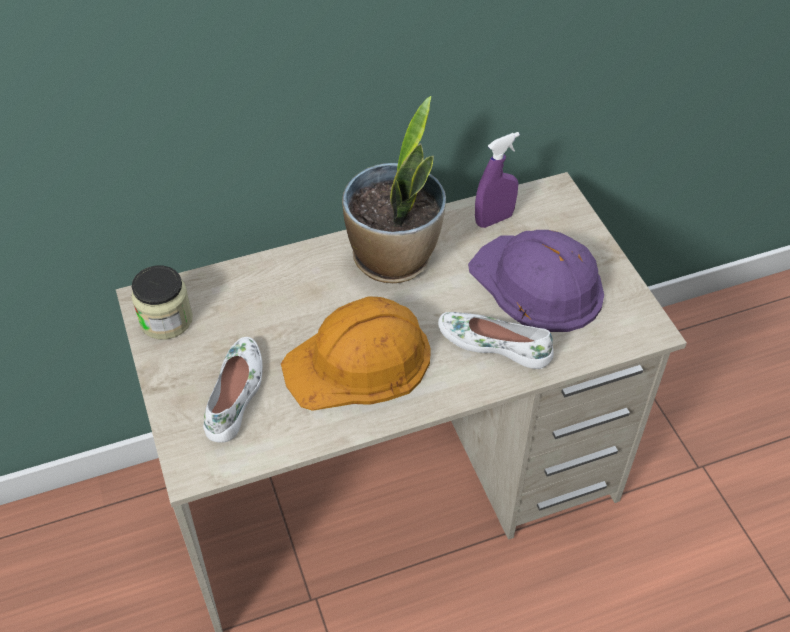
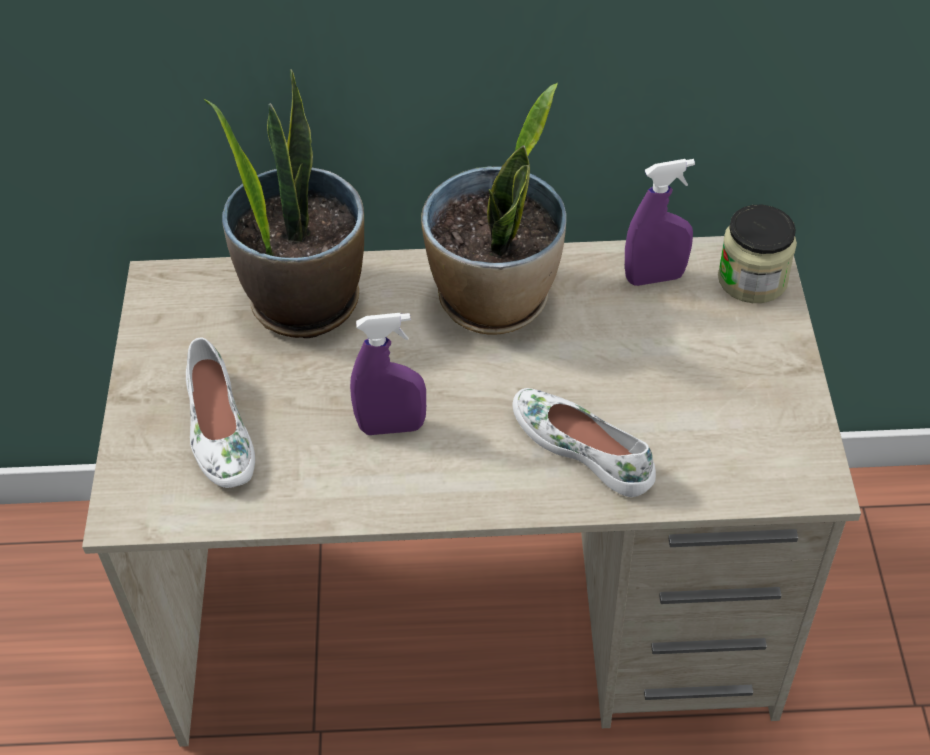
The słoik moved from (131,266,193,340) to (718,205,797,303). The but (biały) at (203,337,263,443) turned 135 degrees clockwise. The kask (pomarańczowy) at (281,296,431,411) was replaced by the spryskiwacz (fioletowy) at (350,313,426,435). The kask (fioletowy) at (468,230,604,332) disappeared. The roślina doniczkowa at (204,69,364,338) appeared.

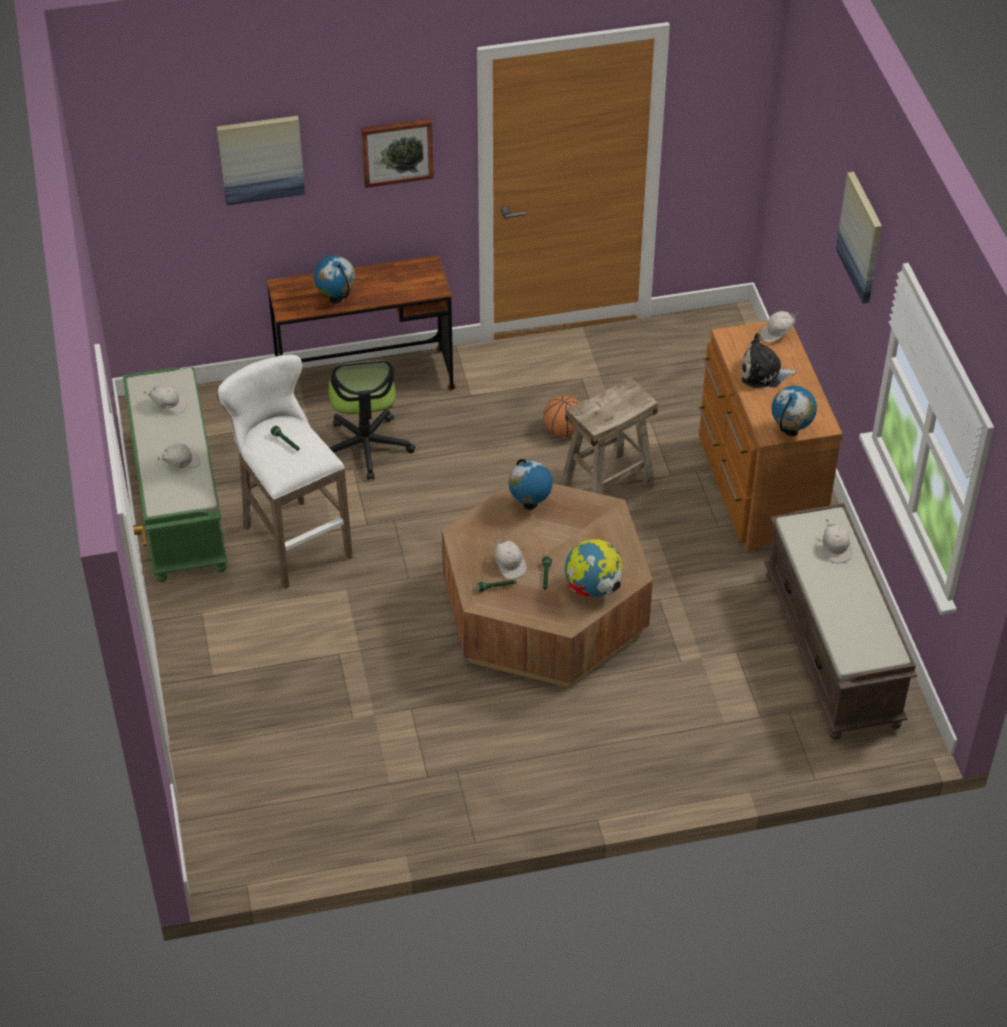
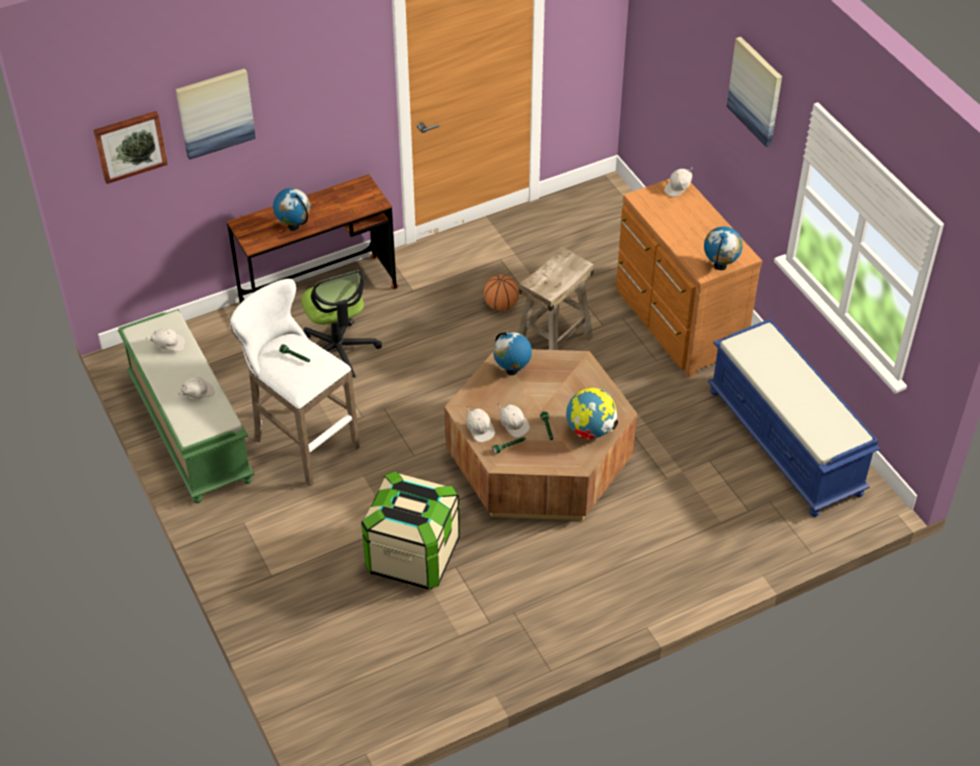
The obraz moved from (361,118,434,188) to (93,111,168,184). The pluszak at (742,333,798,388) disappeared. The ławka (brązowy) at (764,503,917,740) became the ławka (niebieski) at (708,319,880,517). The czapka z daszkiem (biały) moved from (823,519,853,563) to (466,406,495,443). The pojemnik do przechowywania at (361,471,460,590) appeared.

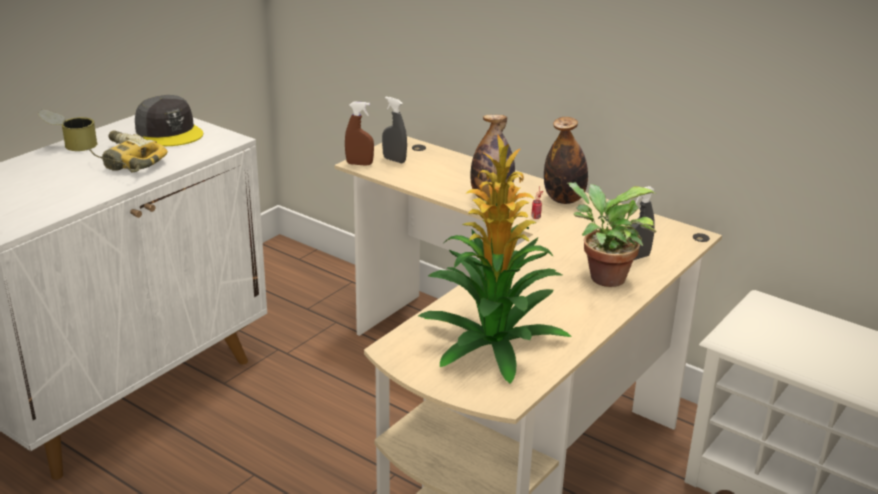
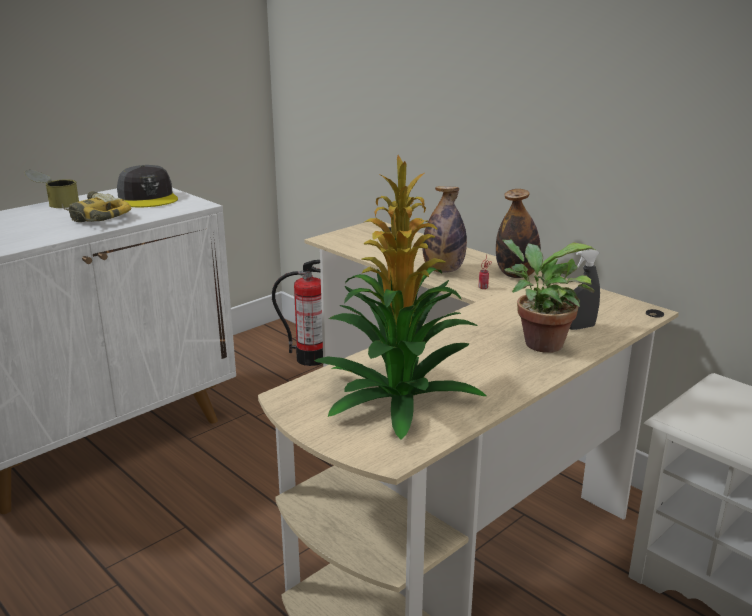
The spryskiwacz (brązowy) at (345,102,374,166) disappeared. The spryskiwacz (szary) at (382,96,407,163) disappeared. The gaśnica at (272,260,323,366) appeared.

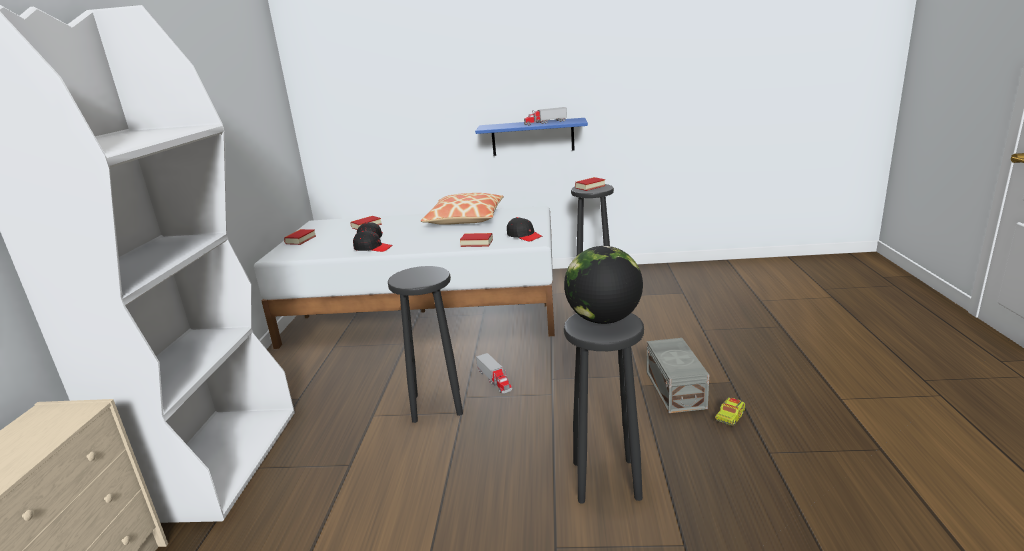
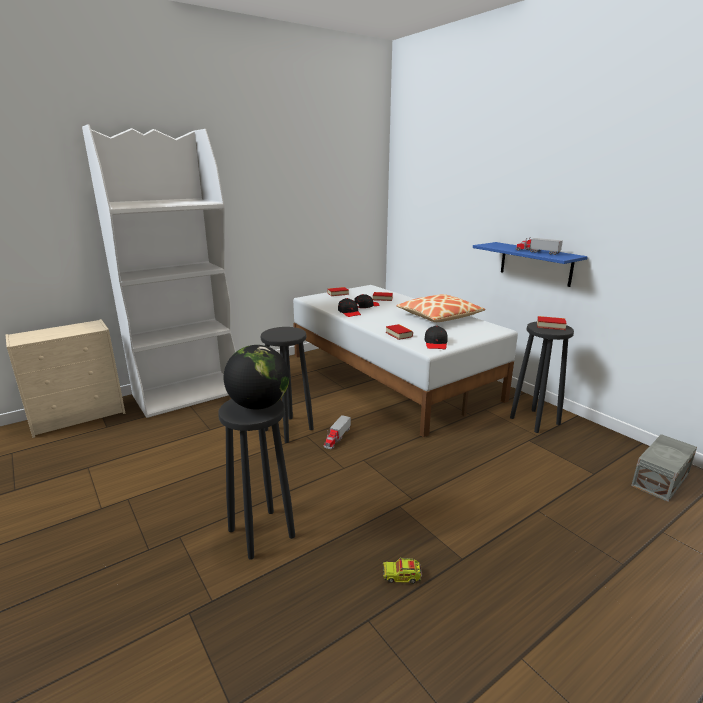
The pojemnik do przechowywania (szary) moved from (647,338,709,413) to (631,434,697,502).

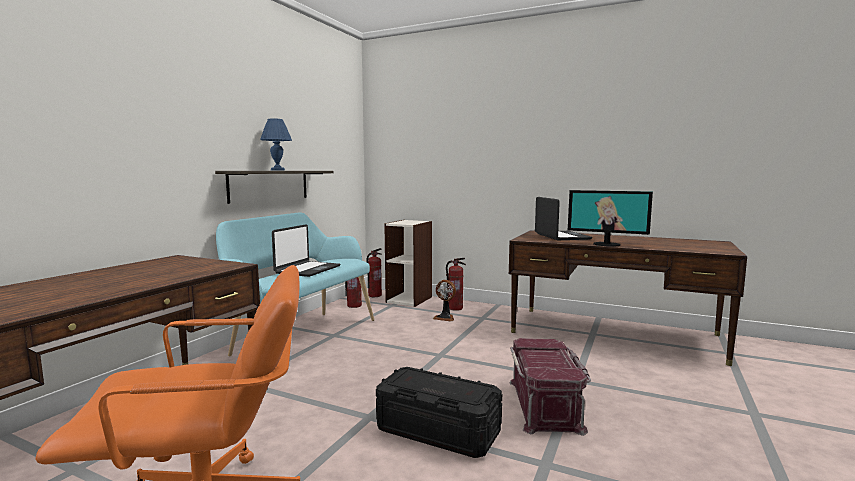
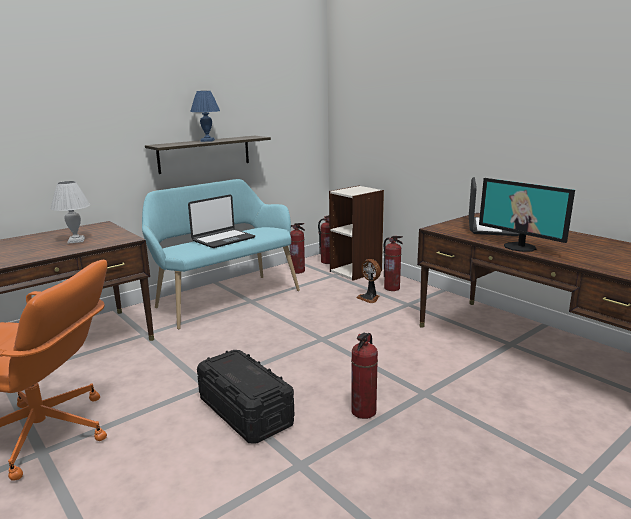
The pojemnik do przechowywania (czerwony) at (509,338,591,436) was replaced by the gaśnica at (351,333,378,419). The lampa stołowa (biały) at (51,181,90,243) appeared.

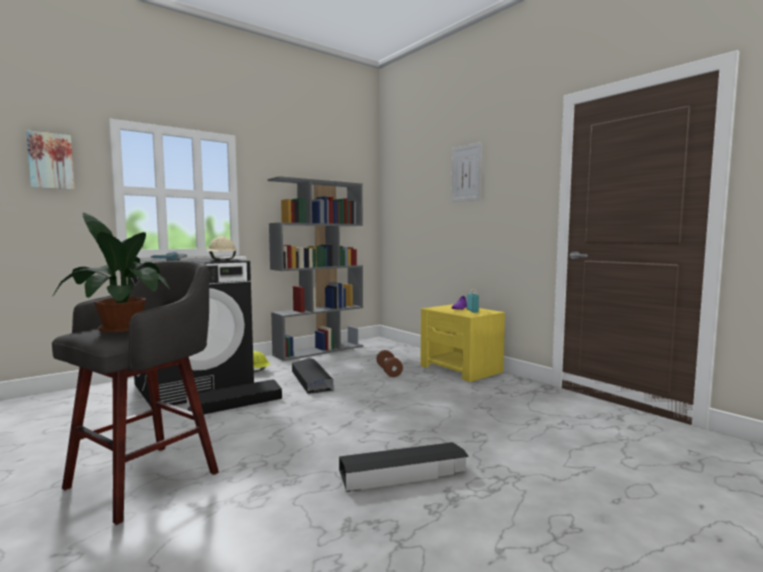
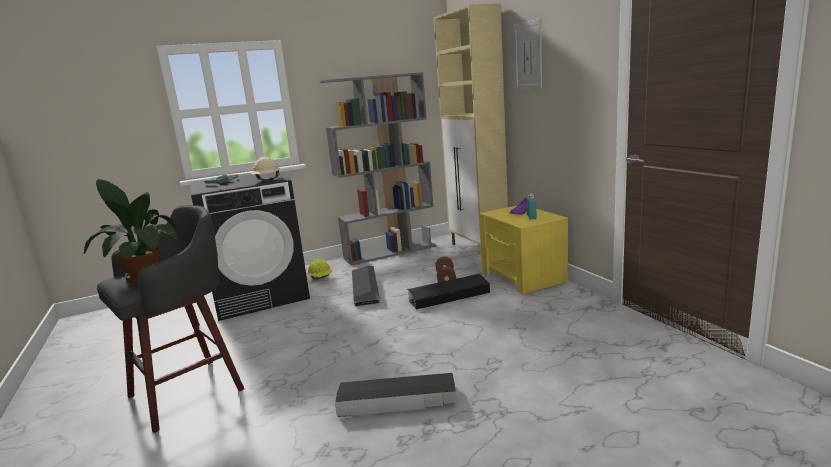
The obraz at (26,130,75,190) disappeared. The pojemnik do przechowywania (czarny) moved from (187,379,282,414) to (407,274,490,310). The szafka (beżowy) at (434,4,508,246) appeared.

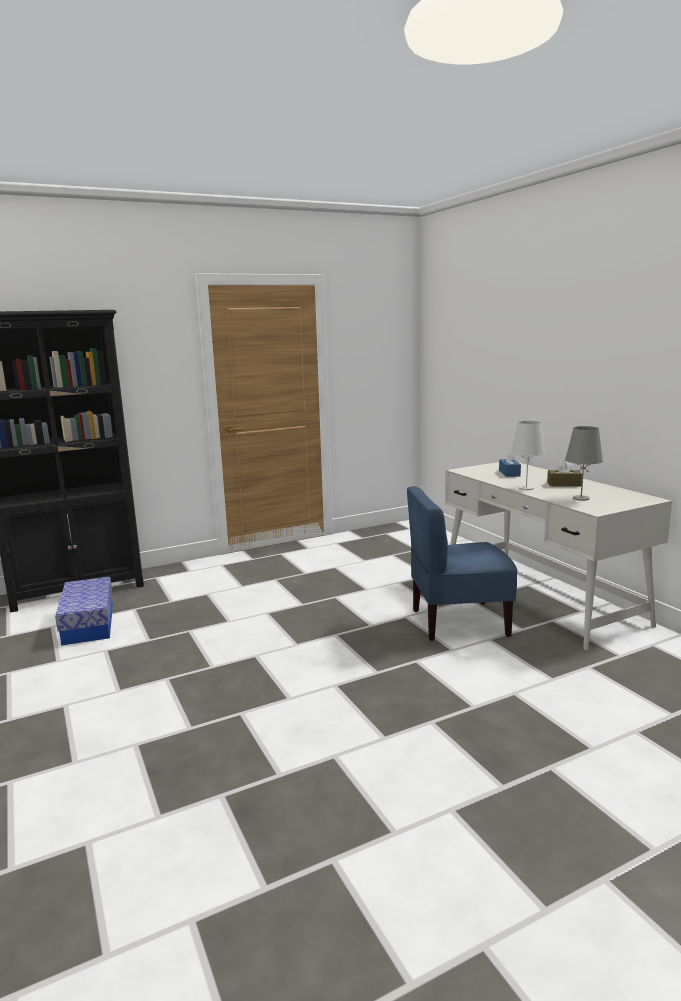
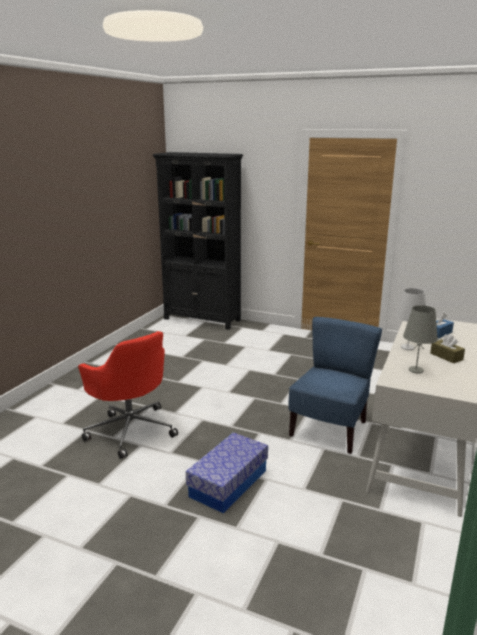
The pojemnik do przechowywania moved from (55,577,113,646) to (186,432,268,513). The krzesło (niebieski) at (407,486,518,641) turned 75 degrees clockwise. The krzesło biurowe (czerwony) at (78,331,178,459) appeared.

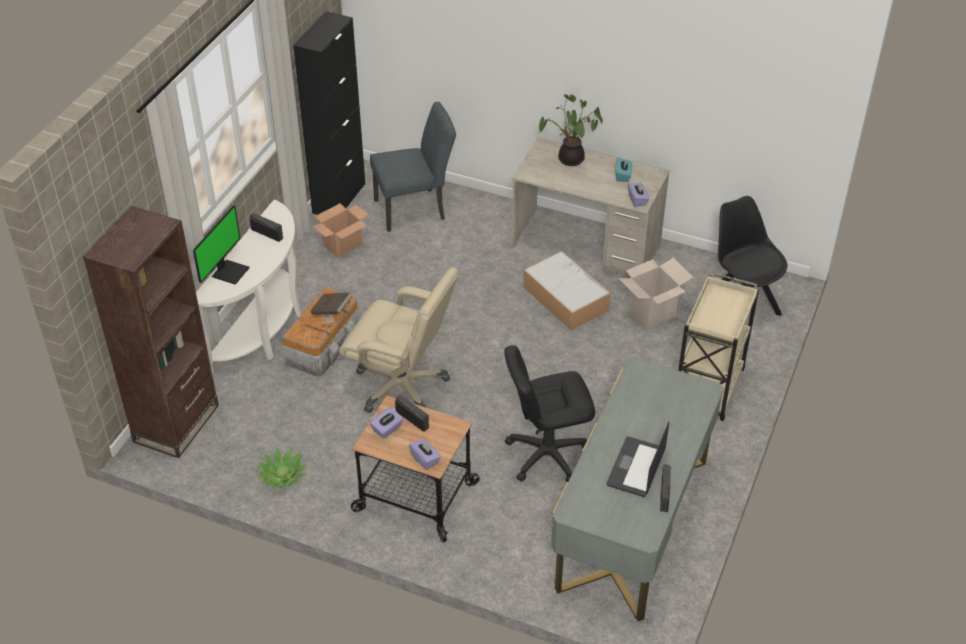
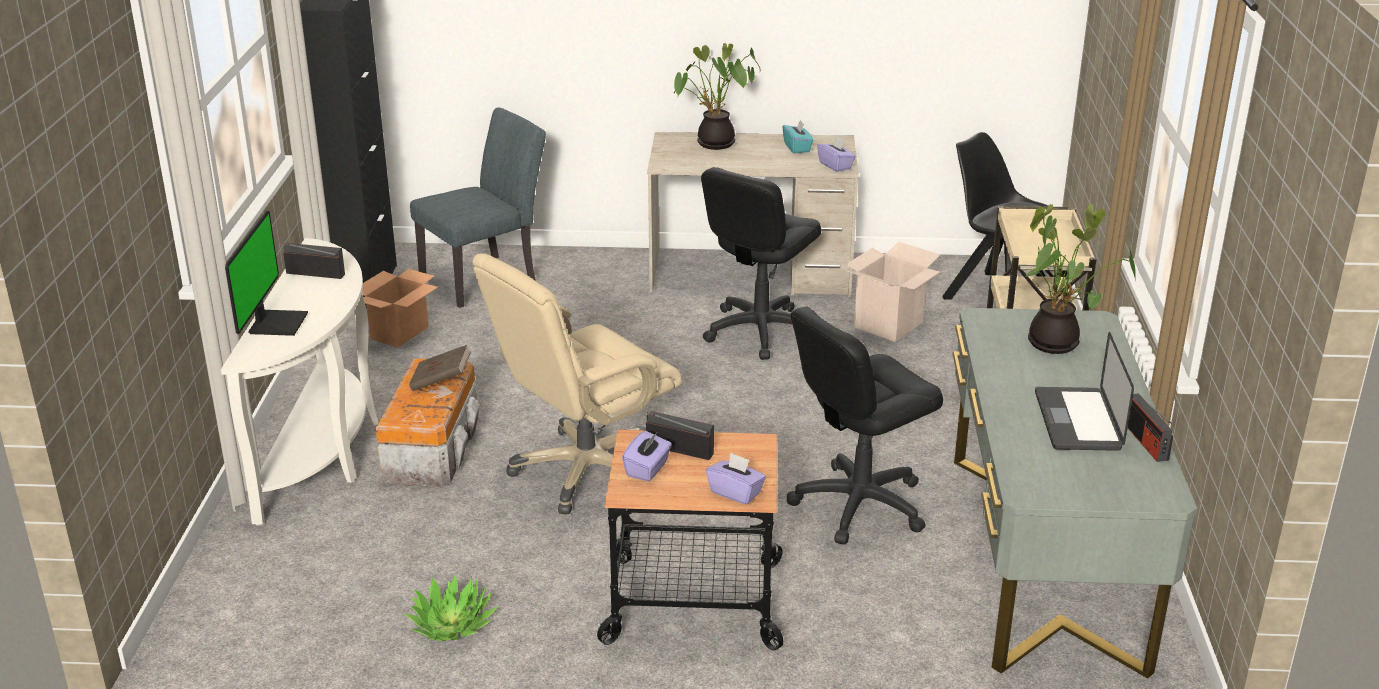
The regał (brązowy) at (83,206,219,458) disappeared. The krzesło biurowe (beżowy) at (339,267,459,413) turned 135 degrees clockwise. The pojemnik do przechowywania at (523,251,611,331) was replaced by the krzesło biurowe (czarny) at (701,167,821,360). The roślina doniczkowa at (1025,204,1136,354) appeared.

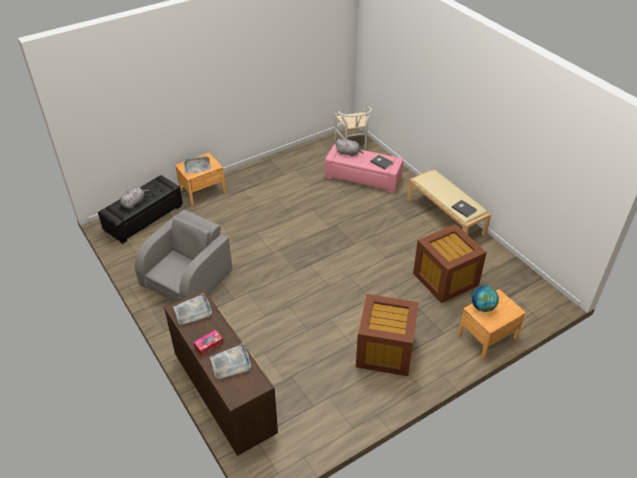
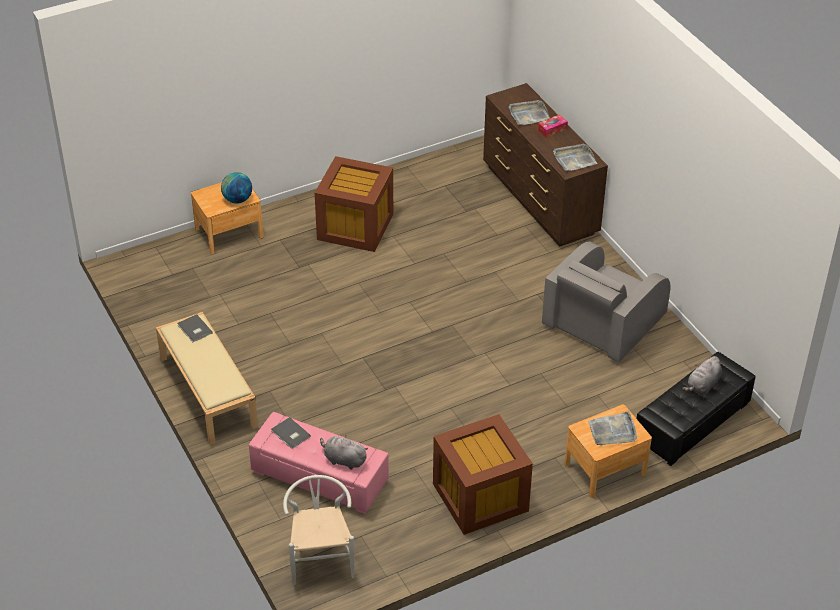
The pojemnik do przechowywania (brązowy) moved from (413,224,487,303) to (433,414,533,535).

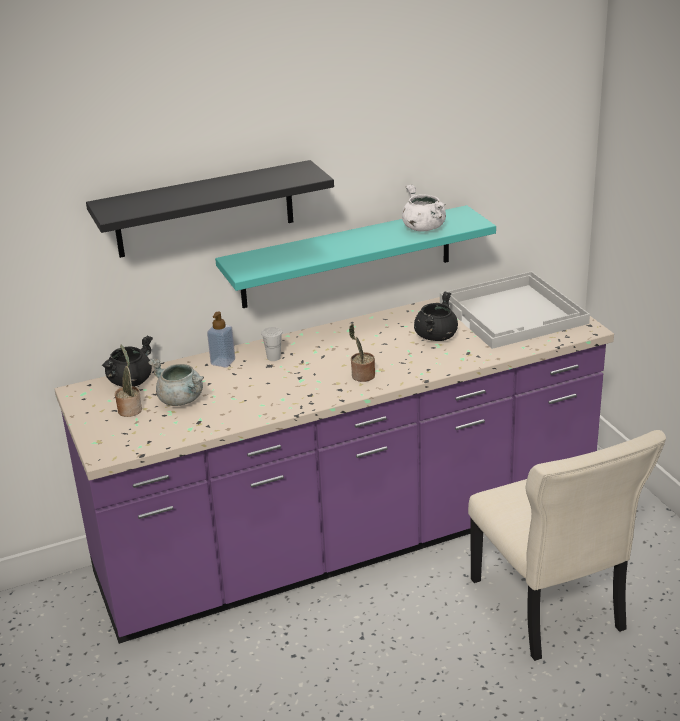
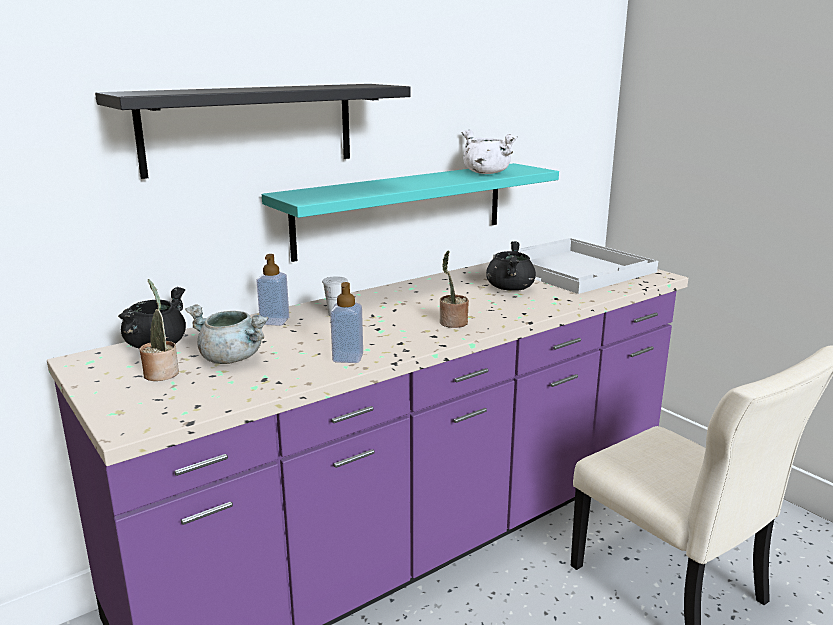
The dozownik mydła at (330,282,363,363) appeared.

